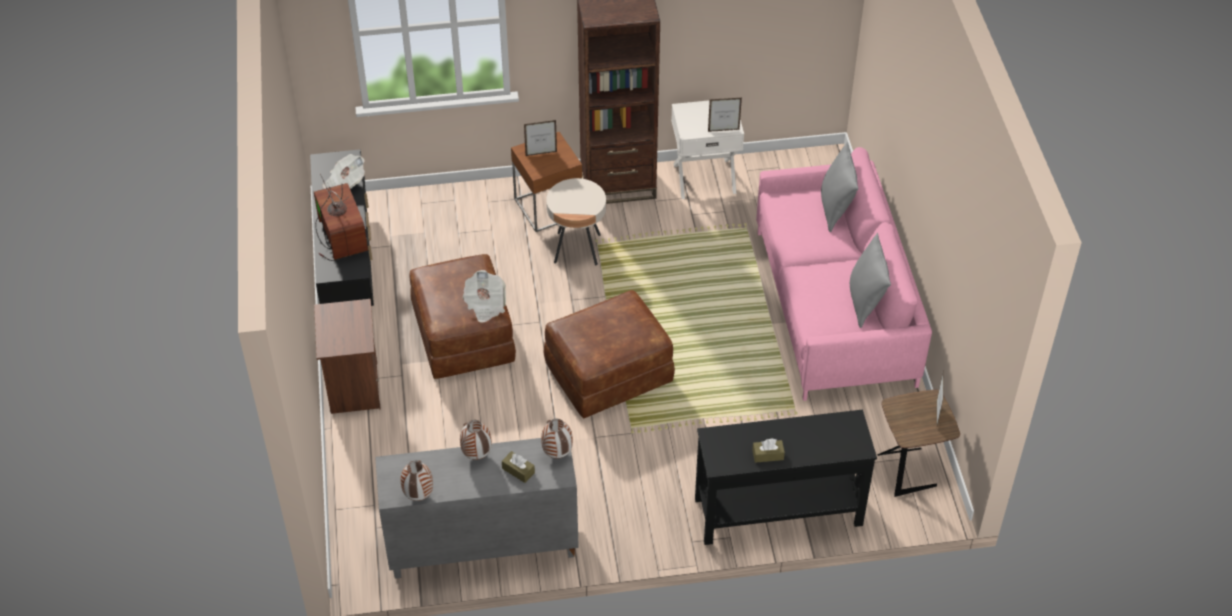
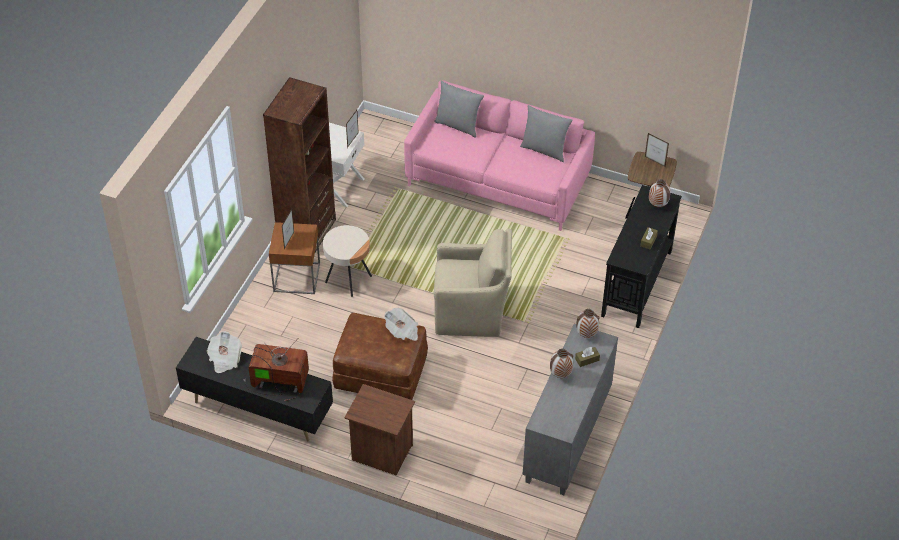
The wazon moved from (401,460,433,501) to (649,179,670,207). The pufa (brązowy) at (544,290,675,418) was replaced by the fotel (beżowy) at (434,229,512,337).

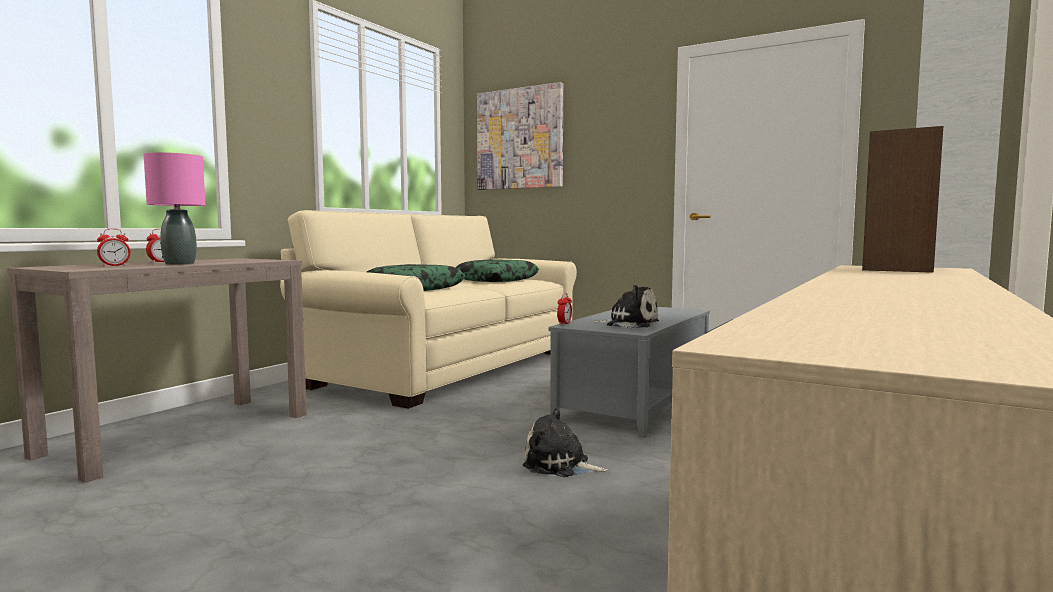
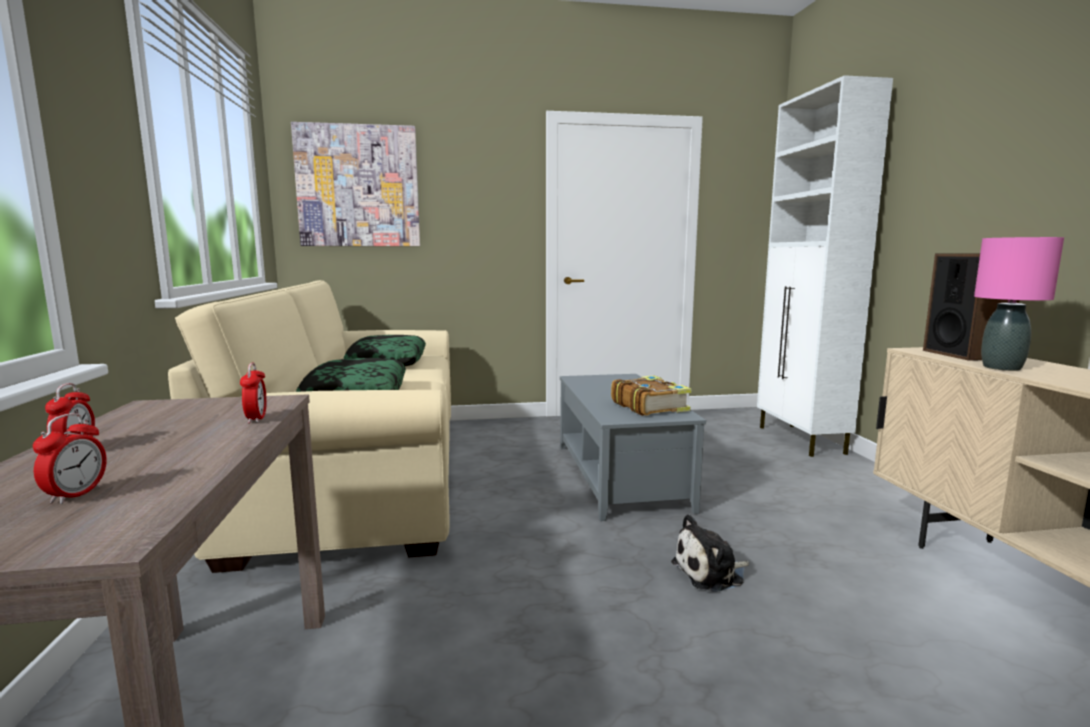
The lampa stołowa (różowy) moved from (144,152,205,265) to (974,237,1064,371). The budzik moved from (557,293,572,325) to (240,363,267,424). The pluszak at (592,285,659,328) was replaced by the książka at (611,375,691,416).

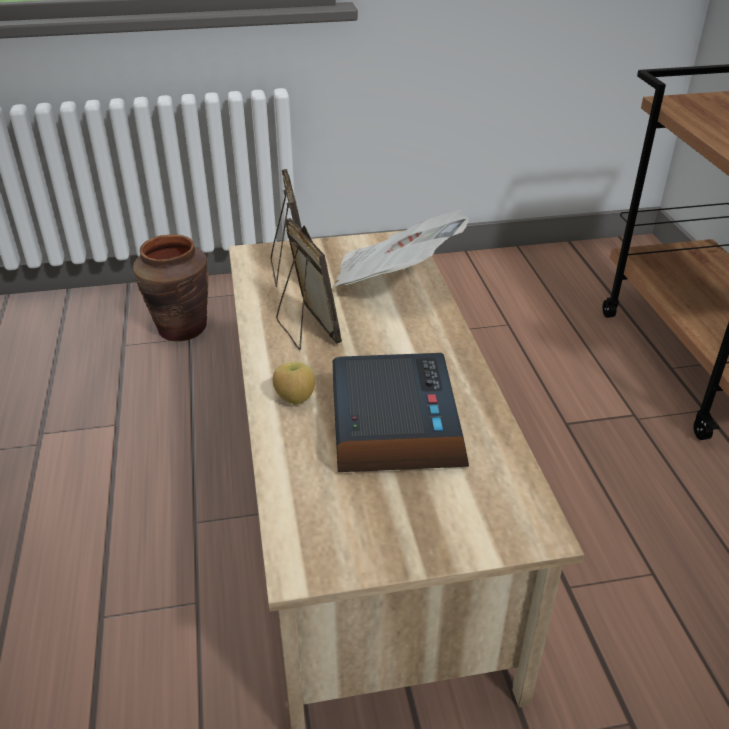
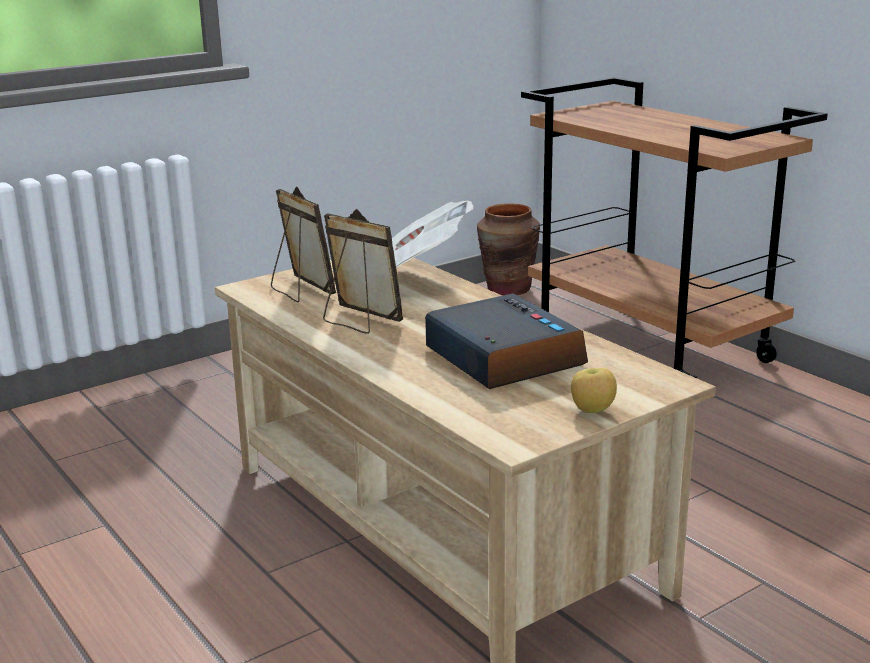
The wazon (brązowy) moved from (133,234,209,341) to (477,203,540,296). The jabłko moved from (273,362,315,404) to (571,368,617,413).

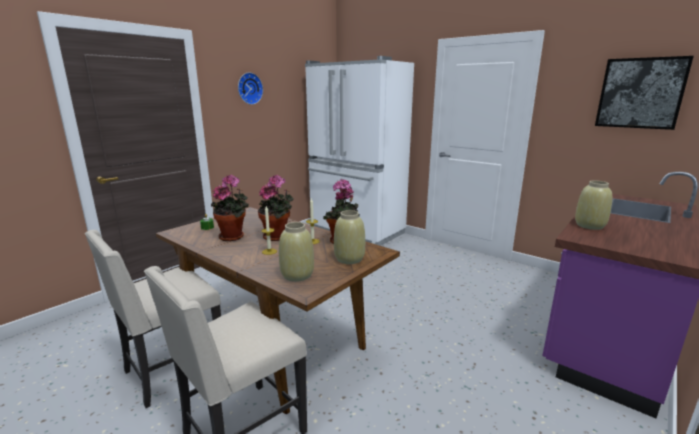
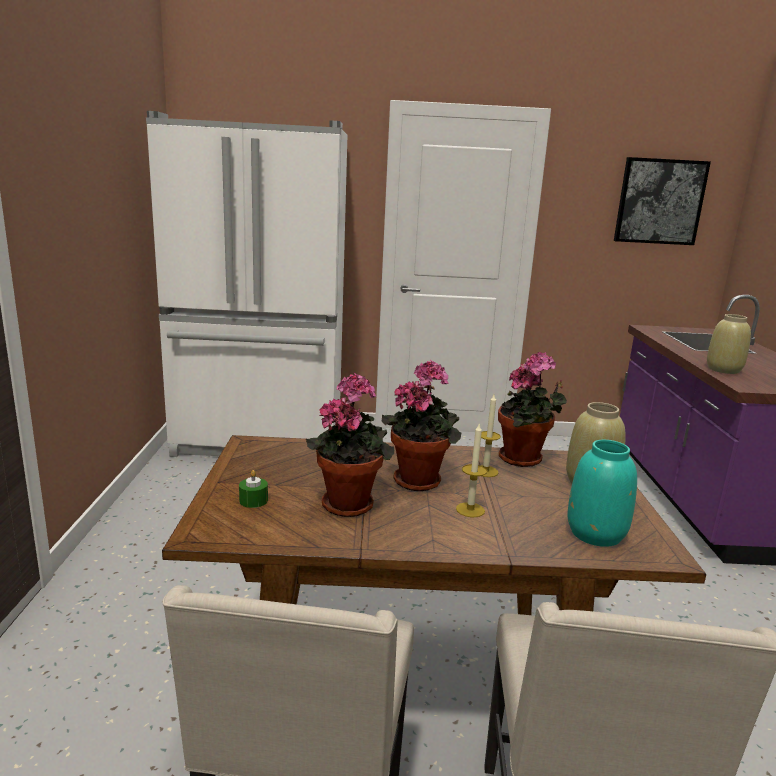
The zegar ścienny at (238,72,263,105) disappeared. The wazon (beżowy) at (279,222,314,282) became the wazon (turkusowy) at (567,440,637,547).

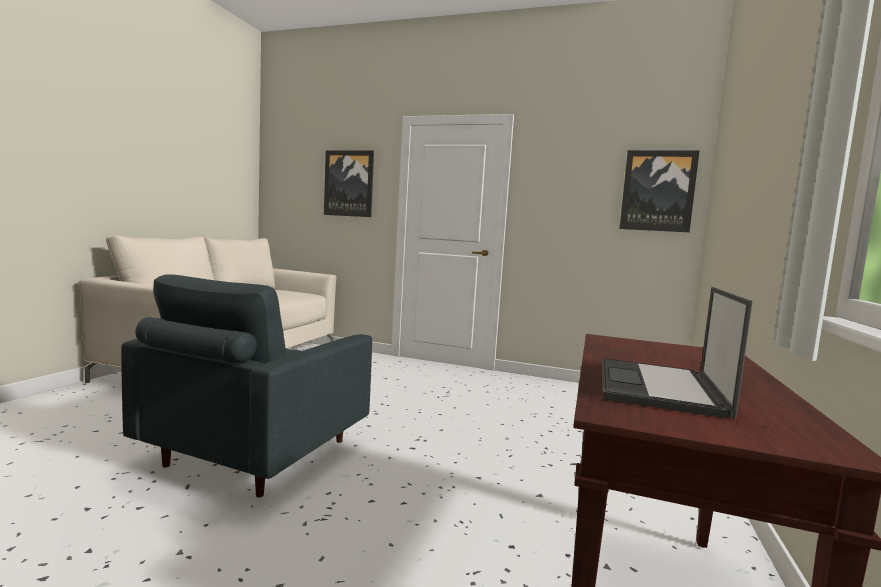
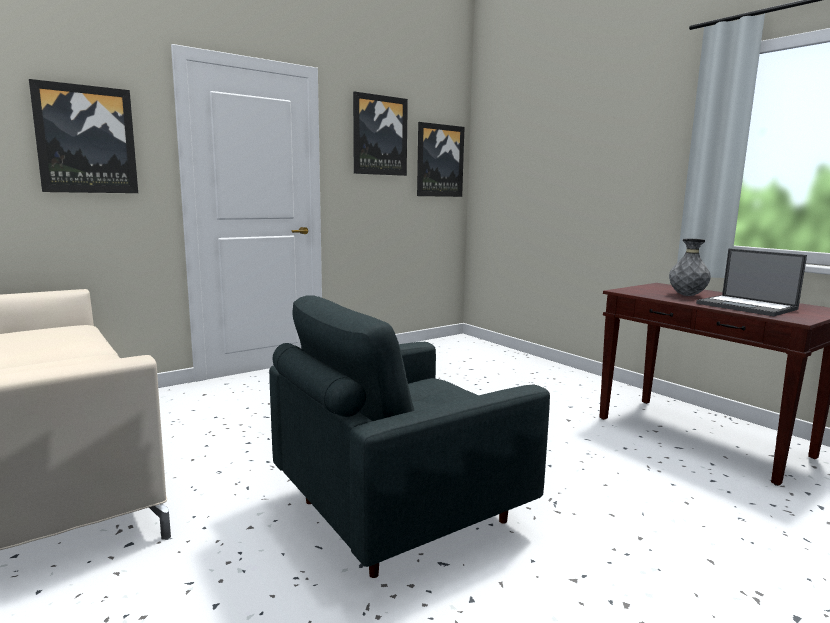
The fotel (szary) at (121,274,372,497) turned 90 degrees clockwise. The obraz at (353,91,408,176) appeared. The wazon (szary) at (669,239,711,296) appeared.

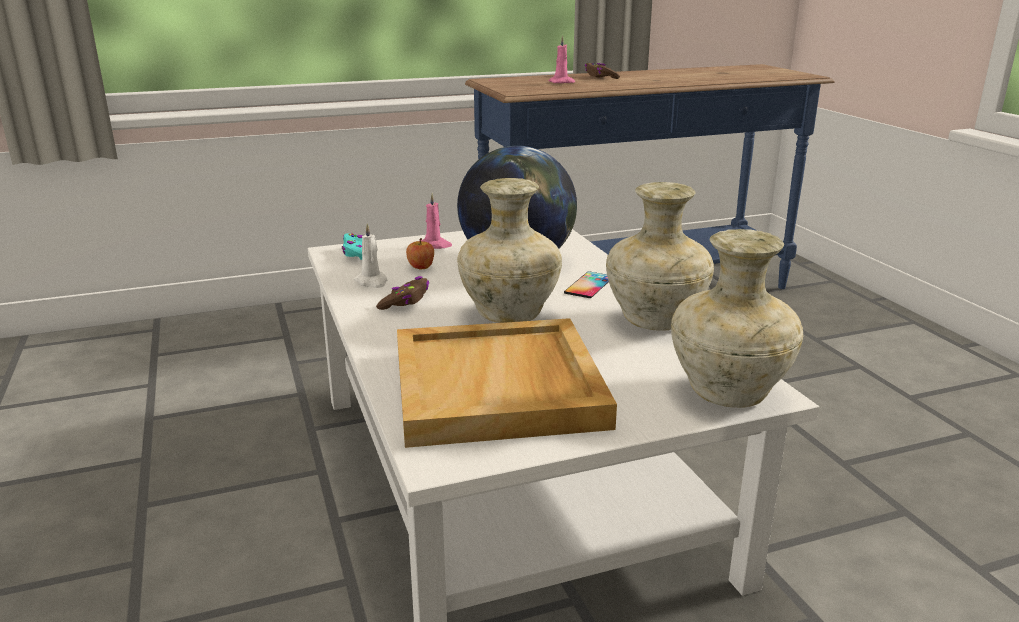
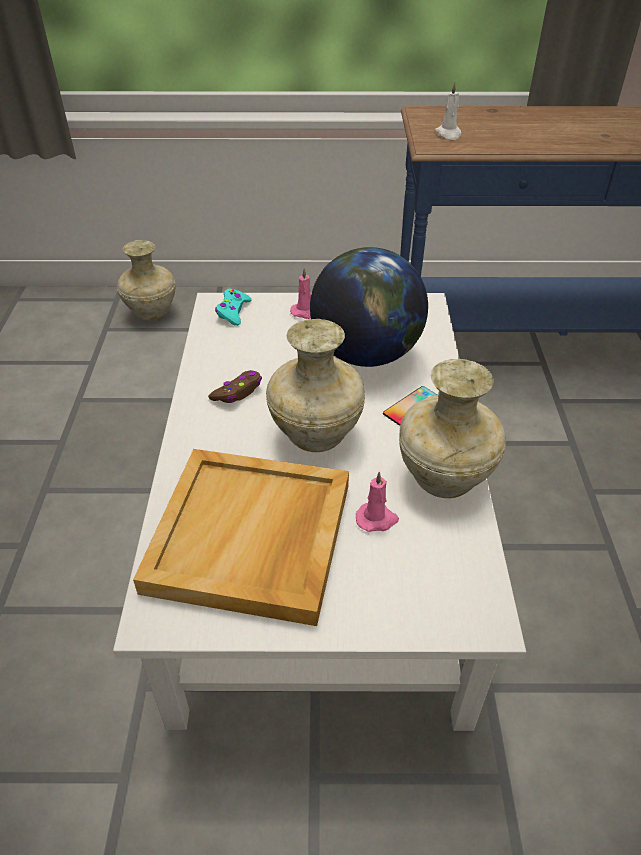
The świeca (biały) moved from (354,223,387,288) to (435,82,461,140). The jabłko at (406,238,434,269) disappeared. The świeca (różowy) moved from (549,35,575,83) to (356,471,399,532). The pad do gier (brązowy) at (585,63,620,79) disappeared. The wazon (beżowy) moved from (671,229,803,408) to (117,240,176,320).

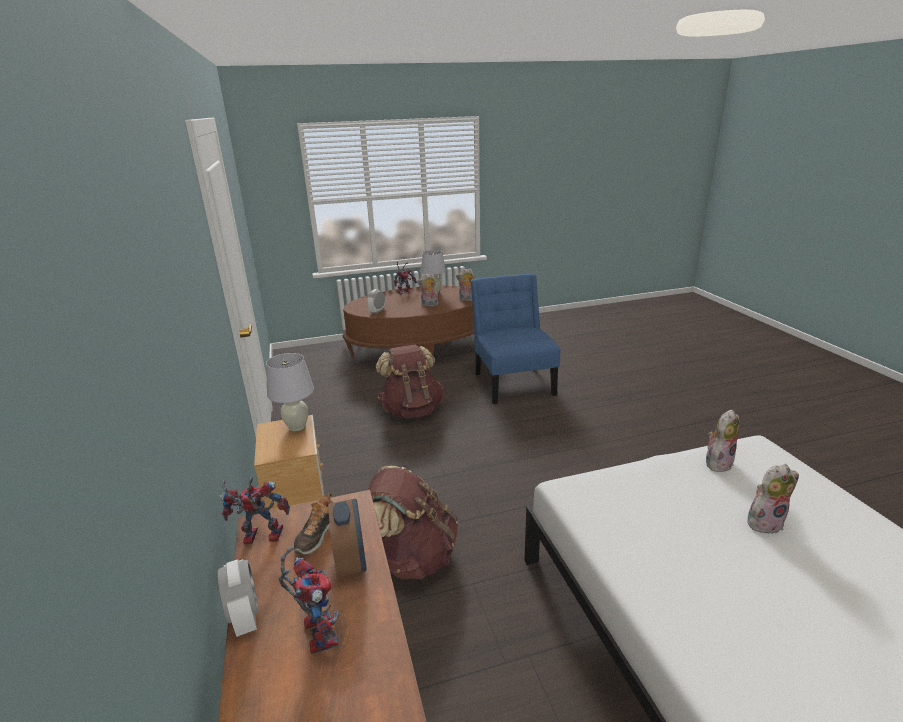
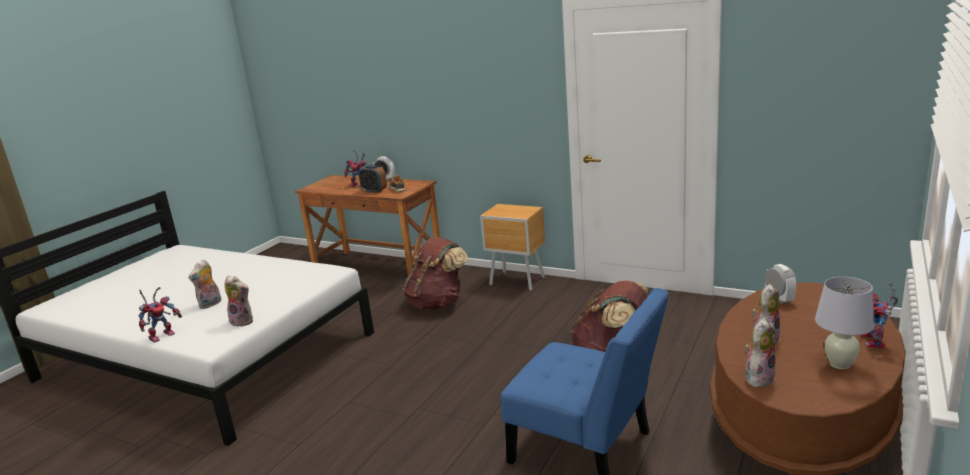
The robot zabawkowy moved from (219,477,290,545) to (139,287,182,343). The lampa stołowa (biały) at (266,353,314,431) disappeared. The pluszak at (706,409,740,472) turned 75 degrees counterclockwise.

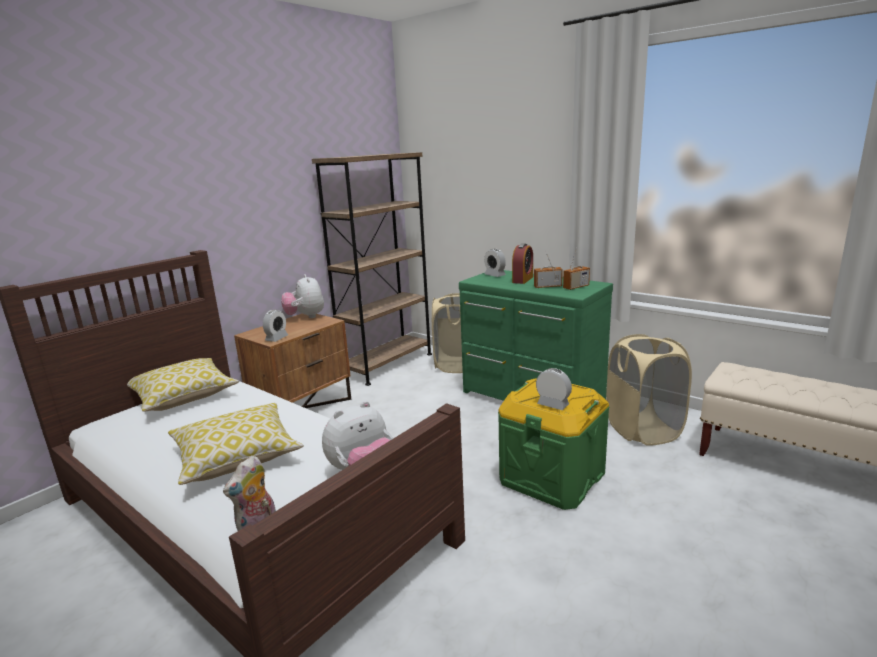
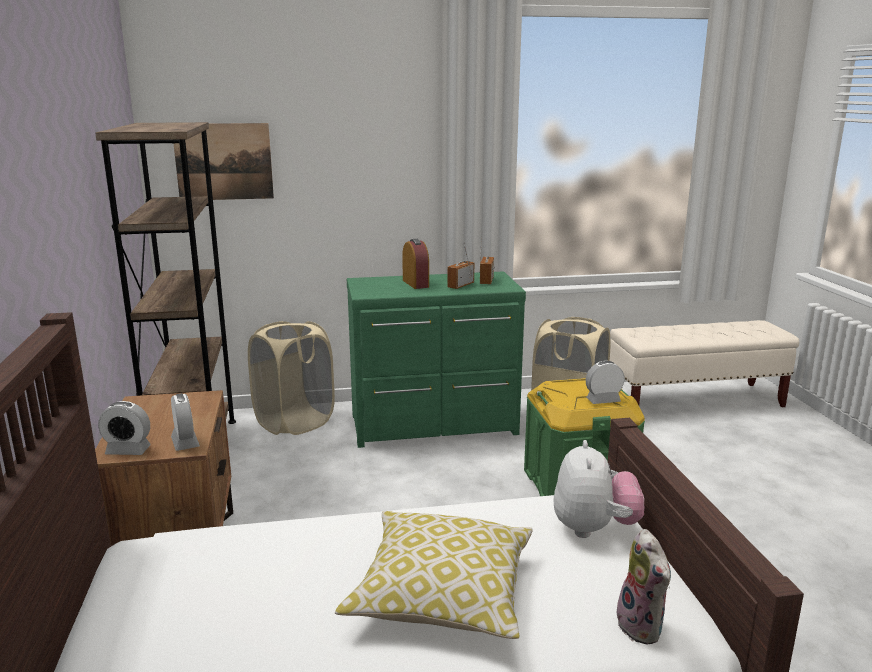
The poduszka at (127,358,239,412) disappeared. The pluszak at (281,274,324,318) disappeared. The budzik moved from (484,249,506,277) to (98,401,151,455). The obraz at (174,123,274,200) appeared.

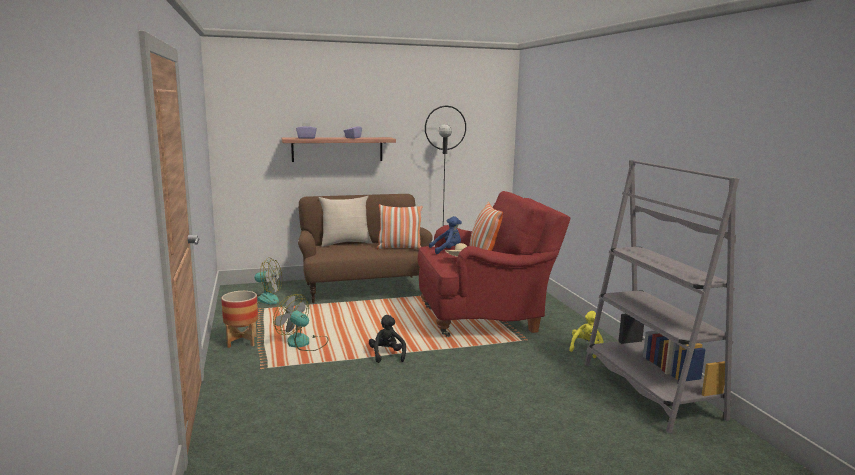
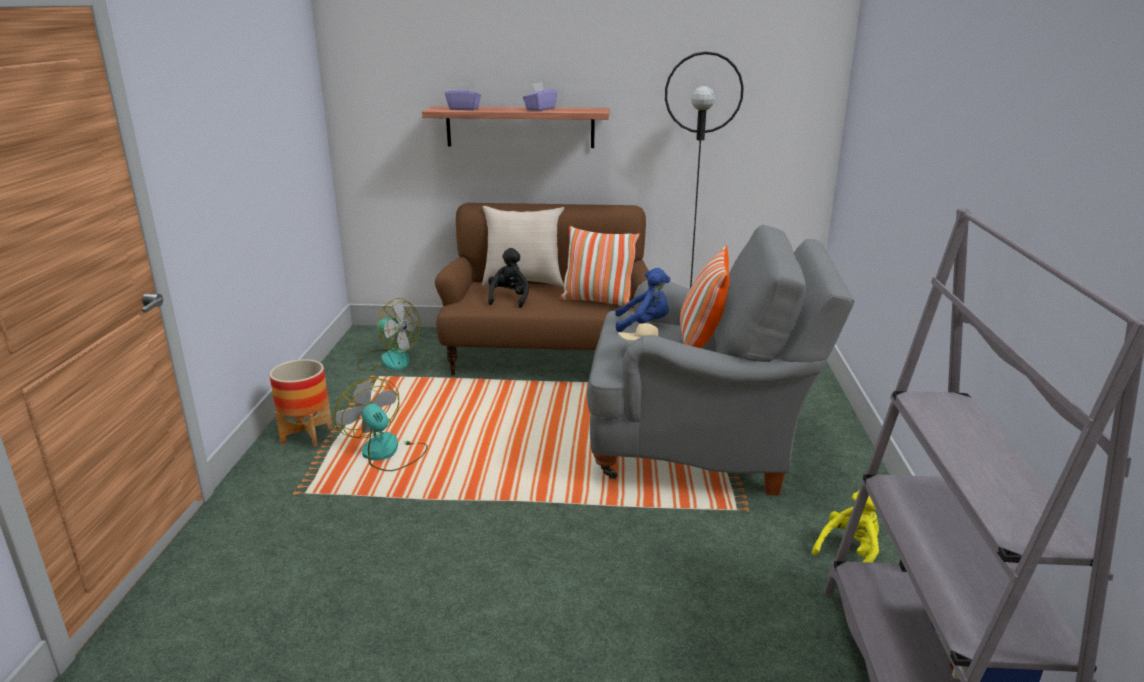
The pluszak (czarny) moved from (369,315,406,363) to (488,248,529,308). The fotel (czerwony) at (418,191,570,337) became the fotel (szary) at (587,225,854,496).

